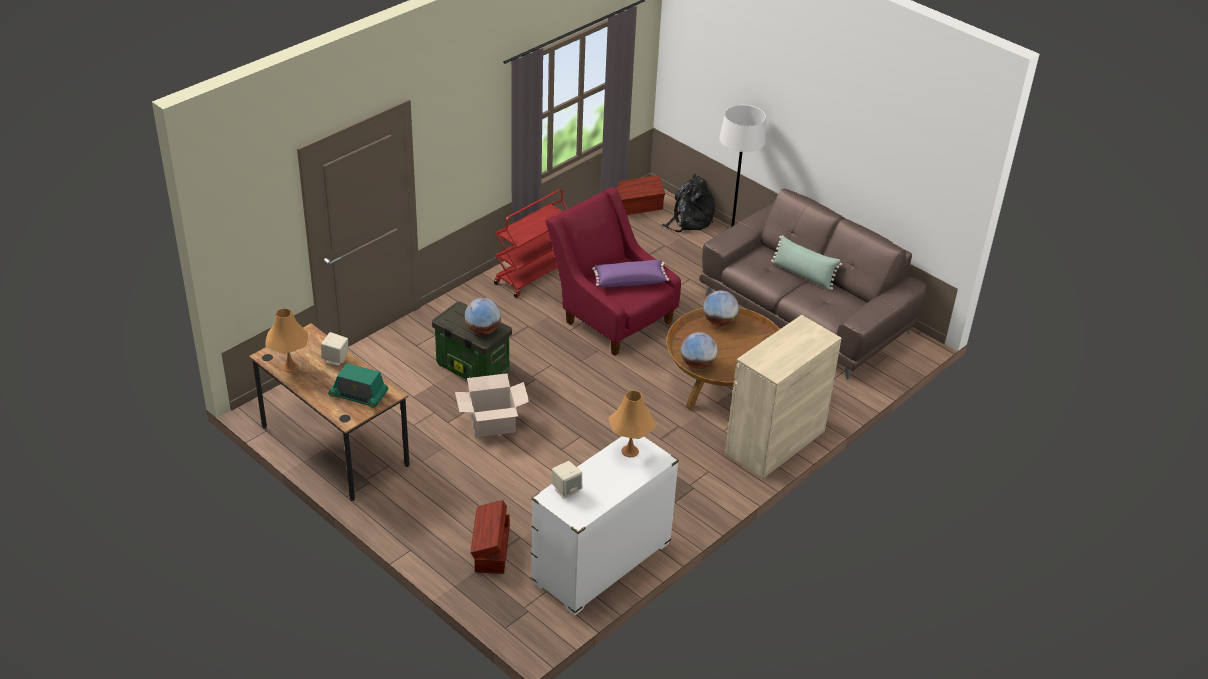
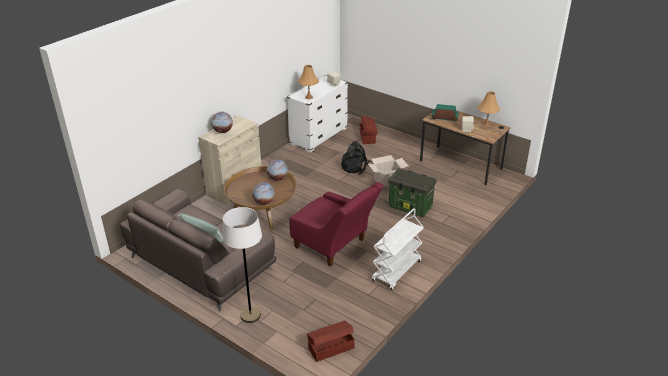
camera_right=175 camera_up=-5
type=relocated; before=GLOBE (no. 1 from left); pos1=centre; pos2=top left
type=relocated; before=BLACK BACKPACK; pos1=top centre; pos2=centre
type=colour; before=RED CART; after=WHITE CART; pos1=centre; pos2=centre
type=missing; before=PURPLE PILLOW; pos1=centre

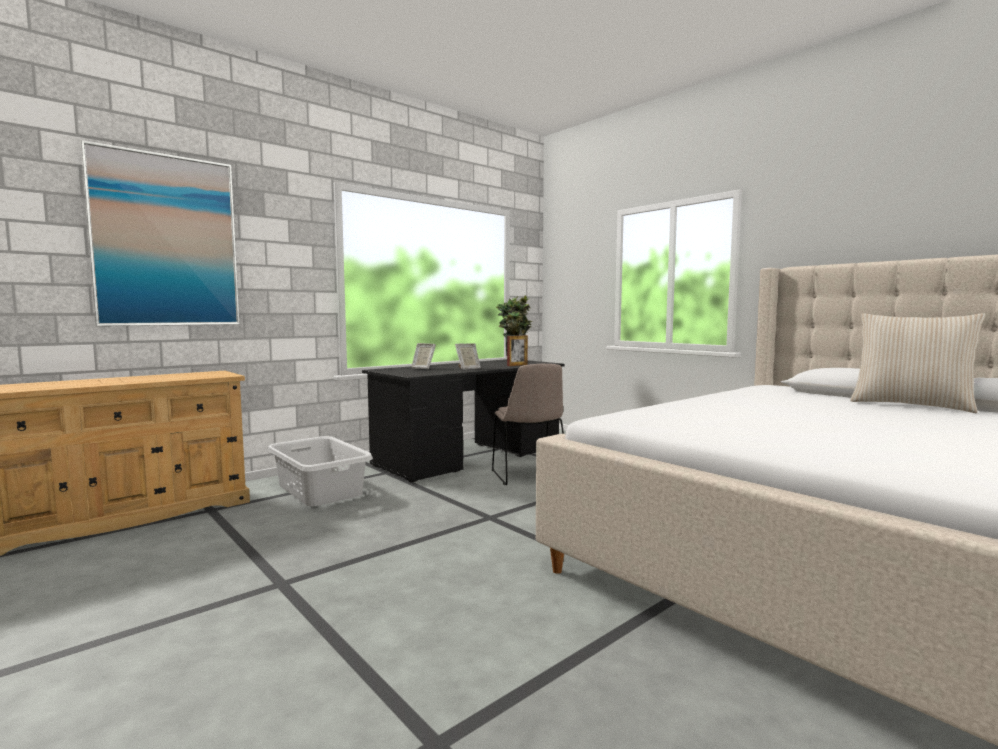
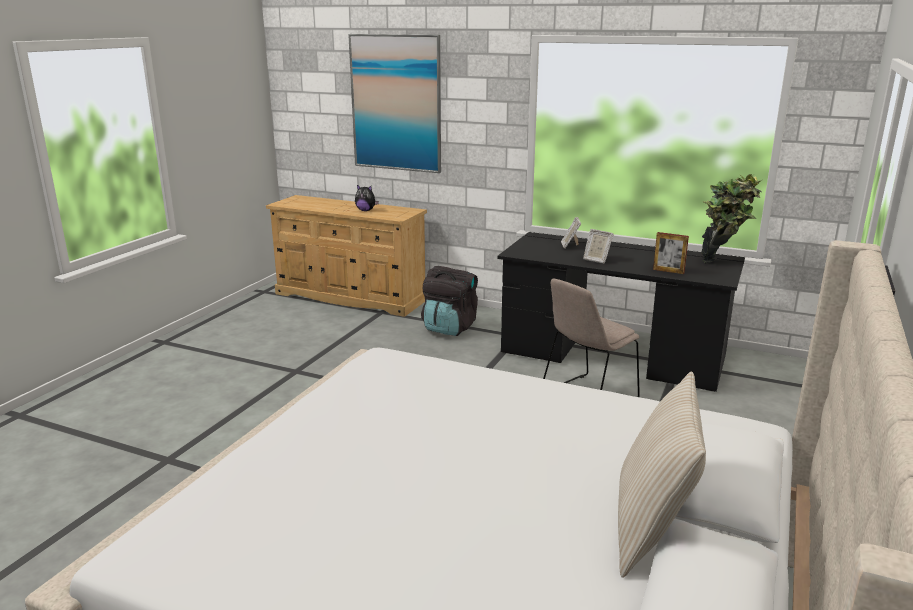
camera_right=65 camera_up=15
type=appeared; after=PLUSH TOY; pos2=top centre
type=exchanged; before=GREY LAUNDRY BASKET; after=BLACK BACKPACK; pos1=middle left; pos2=centre

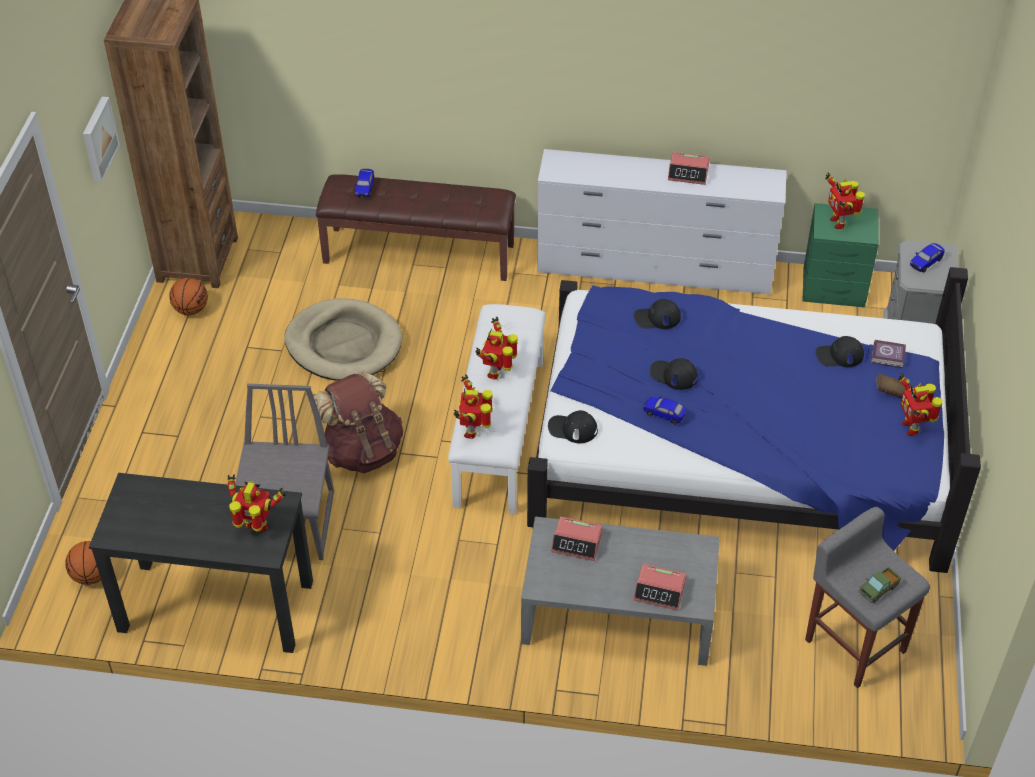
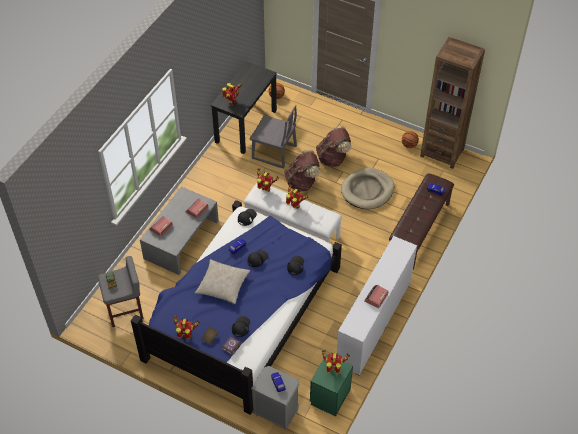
camera_right=110 camera_up=5
type=appeared; after=BEIGE PILLOW; pos2=centre
type=appeared; after=BROWN BACKPACK (no. 2 from left); pos2=centre
type=missing; before=PICTURE; pos1=top left

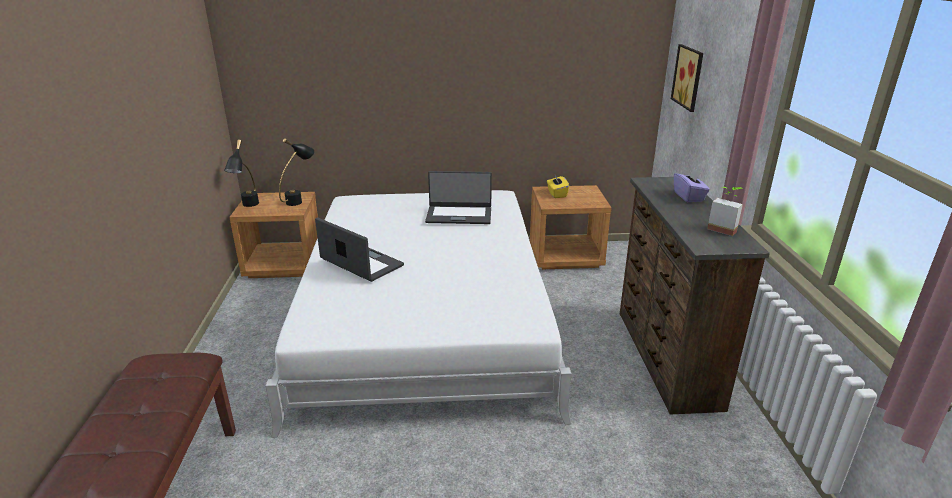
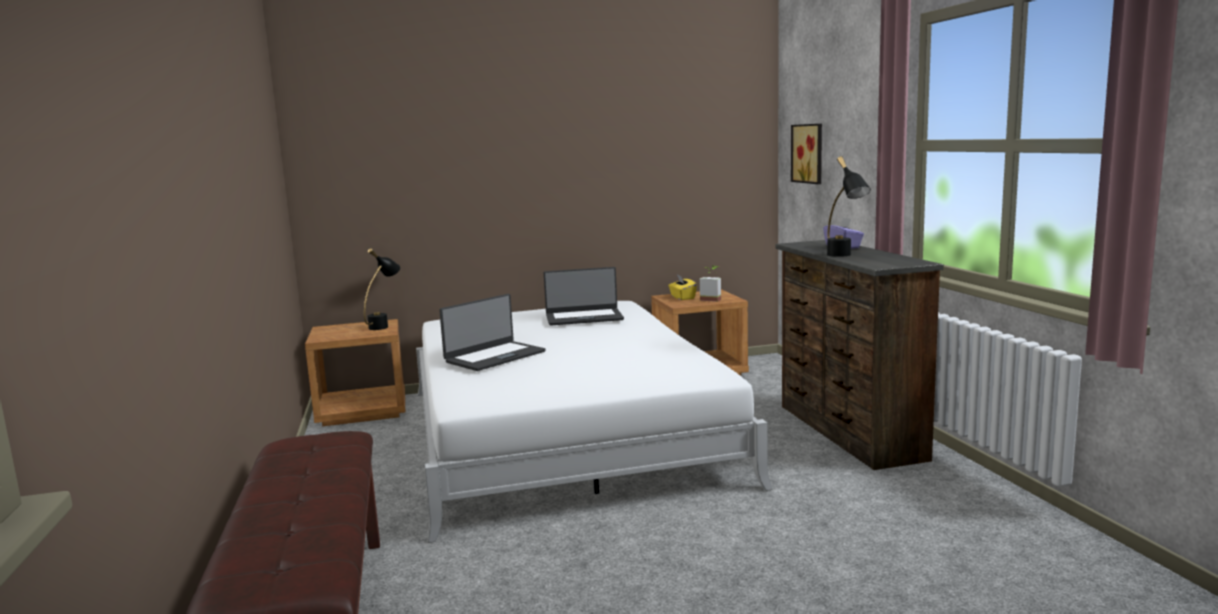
camera_right=-10 camera_up=-15
type=spun; before=LAPTOP (no. 1 from left); pos1=centre; pos2=centre; turn=105
type=relocated; before=POTTED PLANT; pos1=middle right; pos2=centre
type=relocated; before=BLACK TABLE LAMP (no. 1 from left in the first image); after=BLACK TABLE LAMP (no. 2 from left); pos1=middle left; pos2=middle right

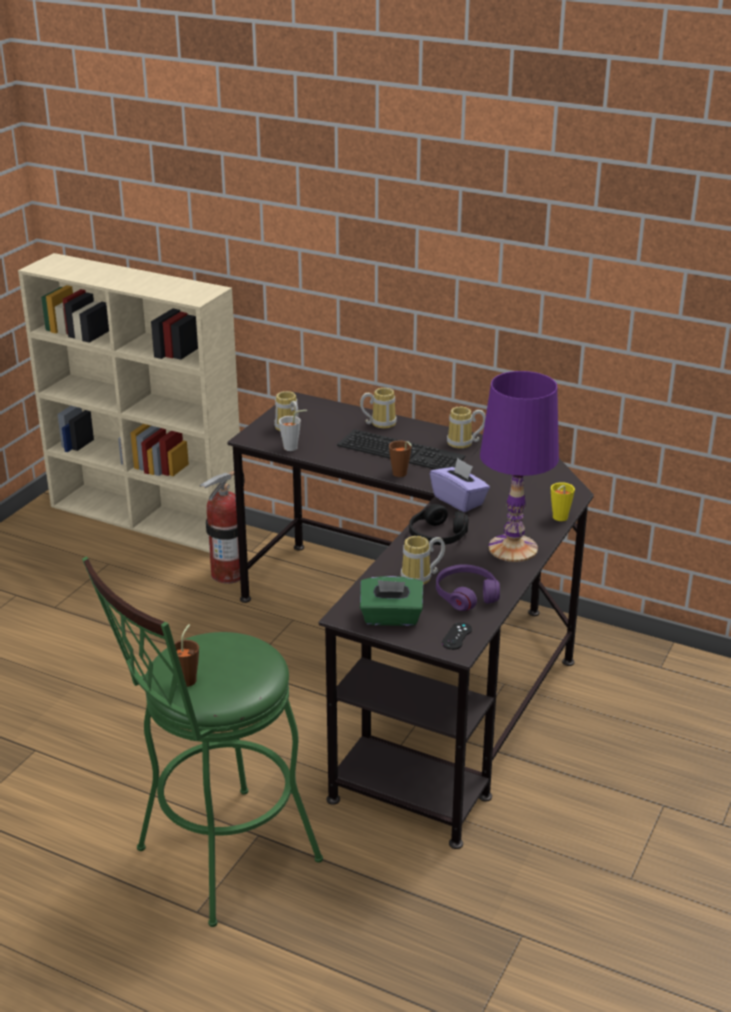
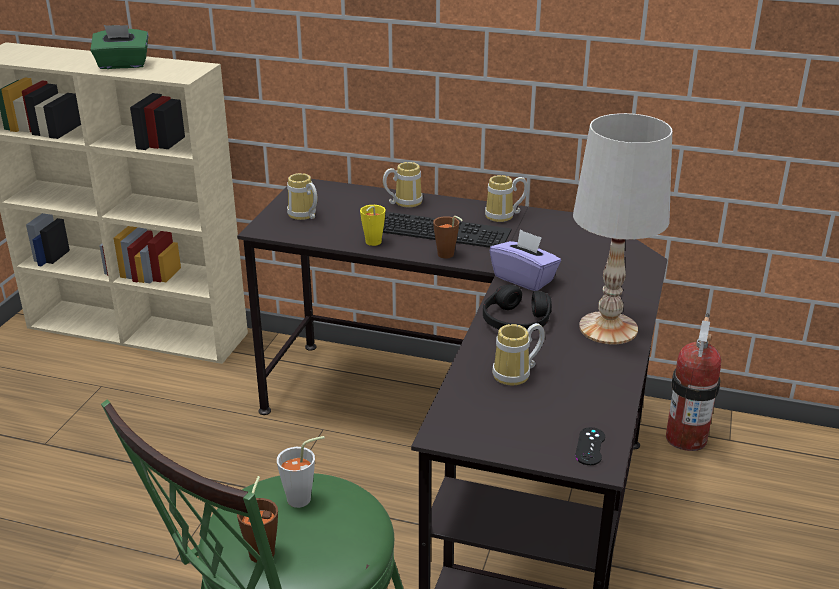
camera_right=-10 camera_up=0
type=relocated; before=GREEN TISSUE BOX; pos1=centre; pos2=top left
type=relocated; before=GREY CUP; pos1=centre; pos2=bottom centre
type=relocated; before=YELLOW CUP; pos1=middle right; pos2=centre
type=colour; before=PURPLE TABLE LAMP; after=WHITE TABLE LAMP; pos1=middle right; pos2=middle right
type=relocated; before=FIRE EXTINGUISHER; pos1=middle left; pos2=middle right
type=missing; before=PURPLE HEADPHONES; pos1=centre

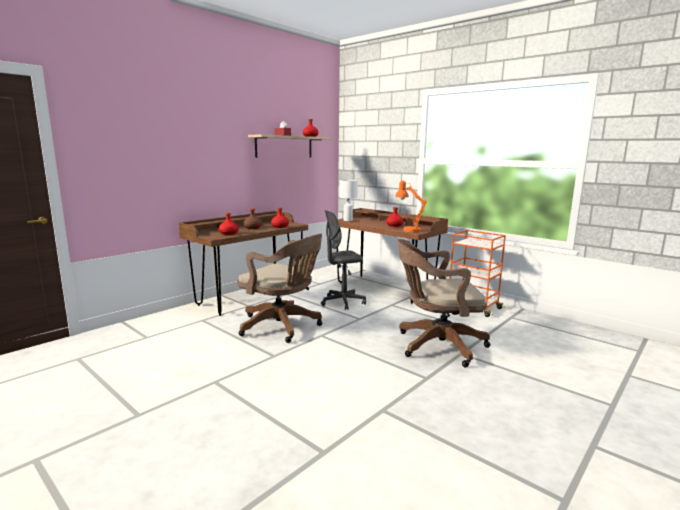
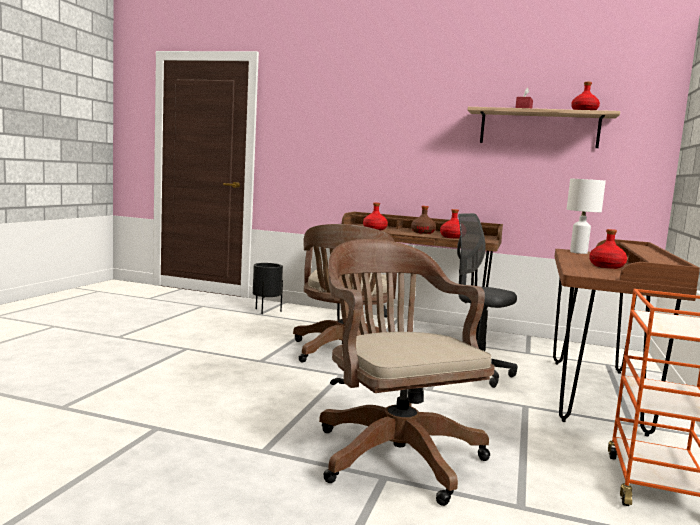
camera_right=65 camera_up=-5
type=appeared; after=BLACK PLANTER; pos2=centre
type=missing; before=ORANGE TABLE LAMP; pos1=centre

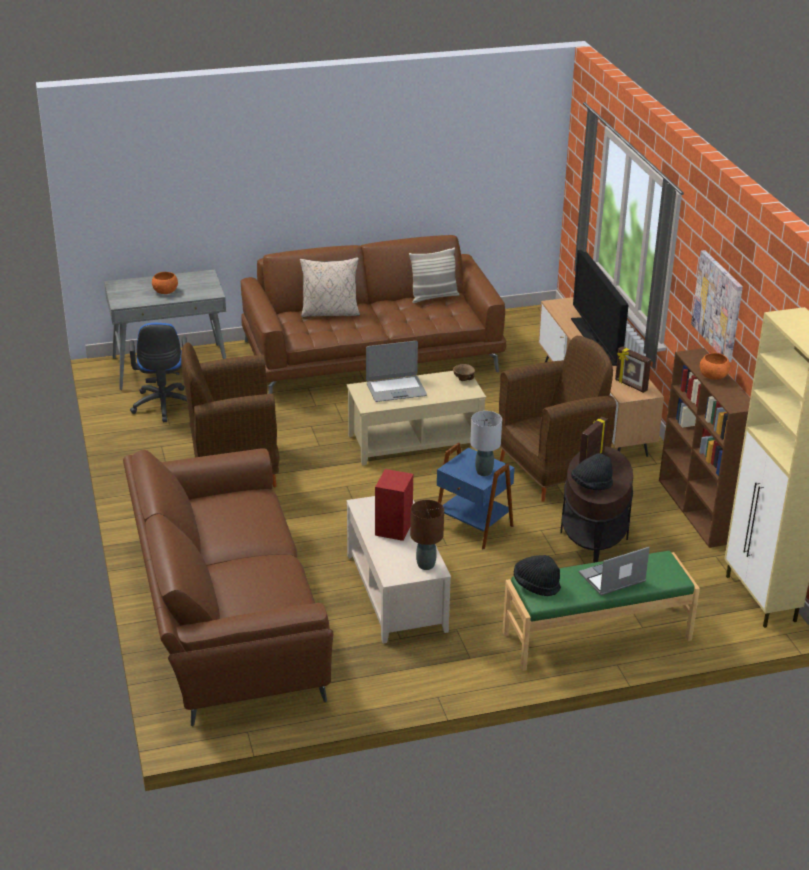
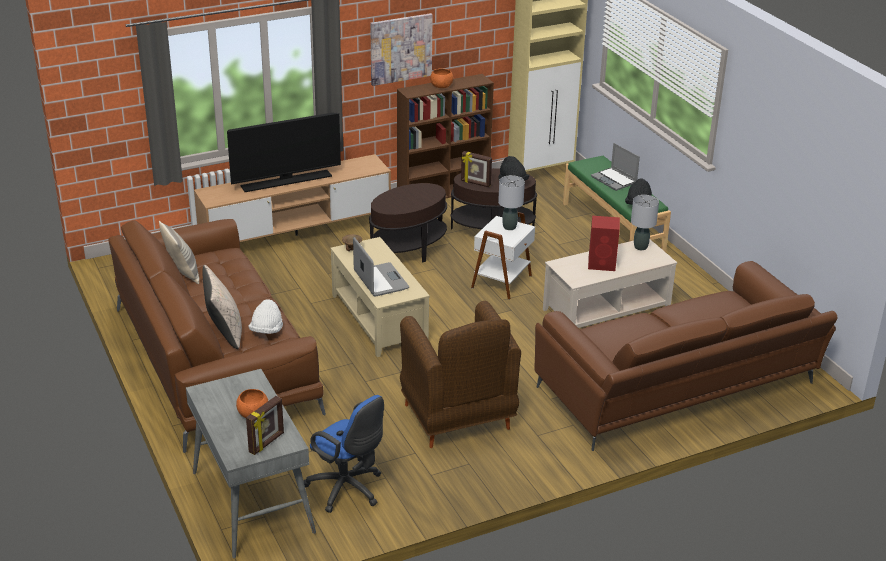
camera_right=-100 camera_up=0
type=relocated; before=PICTURE FRAME (no. 2 from left in the first image); after=PICTURE FRAME (no. 1 from left); pos1=middle right; pos2=bottom left
type=appeared; after=WHITE HAT; pos2=middle left
type=spun; before=BLUE OFFICE CHAIR; pos1=middle left; pos2=bottom centre; turn=60
type=exchanged; before=BROWN ARMCHAIR (no. 2 from left); after=BROWN SIDE TABLE (no. 1 from left); pos1=middle right; pos2=centre
type=colour; before=BLUE SIDE TABLE; after=WHITE SIDE TABLE; pos1=centre; pos2=centre
type=colour; before=BROWN TABLE LAMP; after=GREY TABLE LAMP (no. 2 from left); pos1=centre; pos2=middle right

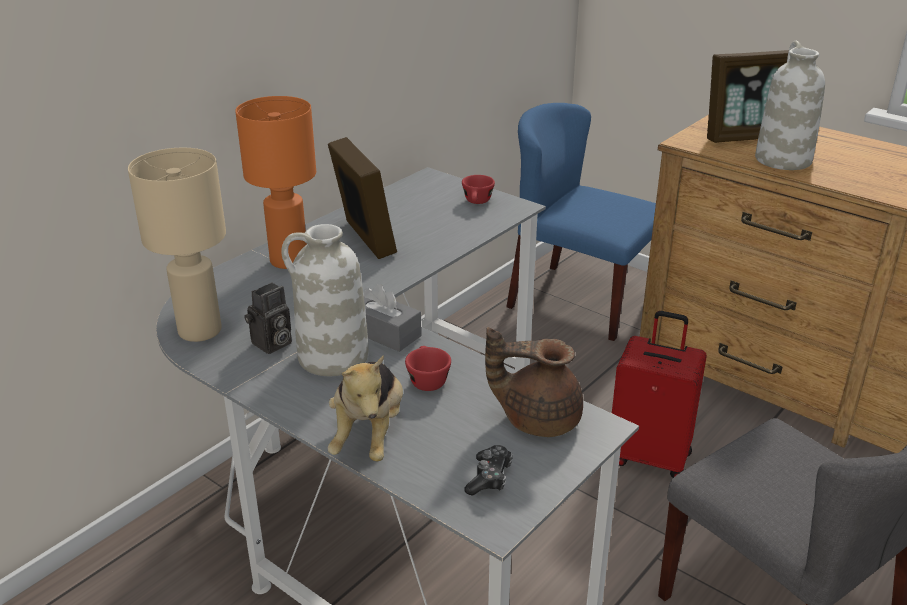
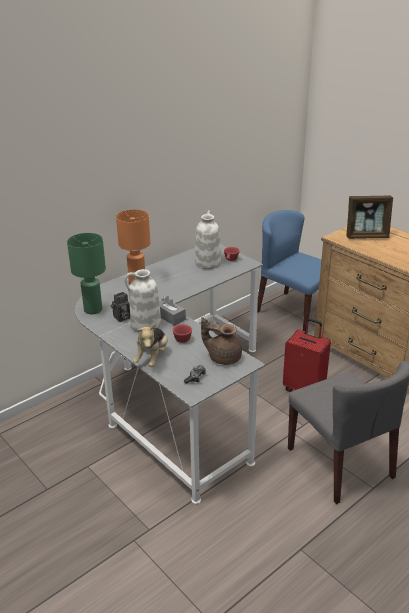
camera_right=10 camera_up=0
type=colour; before=BEIGE TABLE LAMP; after=GREEN TABLE LAMP; pos1=middle left; pos2=middle left
type=relocated; before=WHITE VASE (no. 2 from left); pos1=top right; pos2=centre
type=missing; before=PICTURE FRAME (no. 1 from left); pos1=top centre

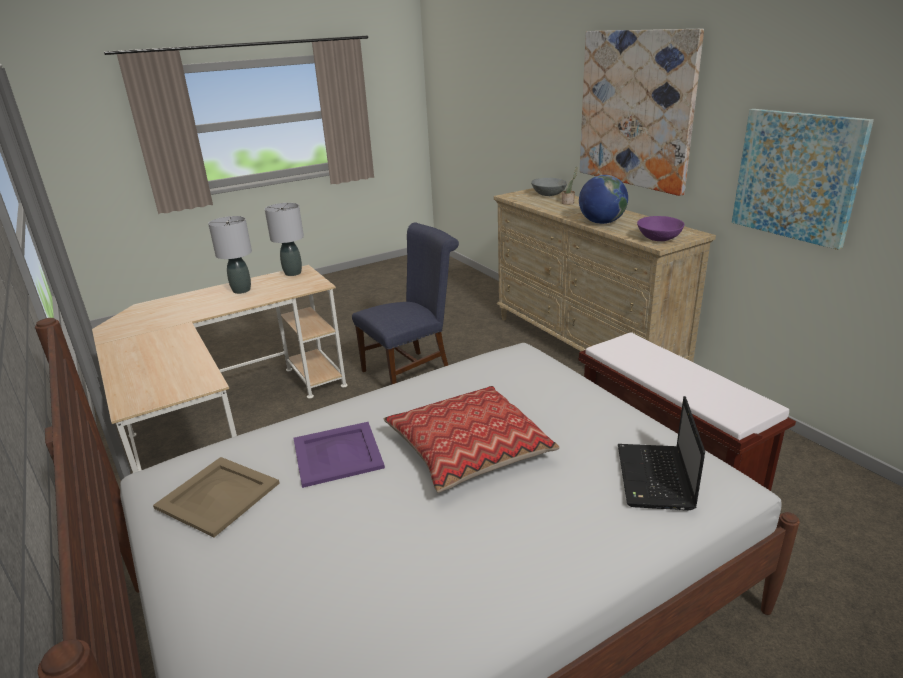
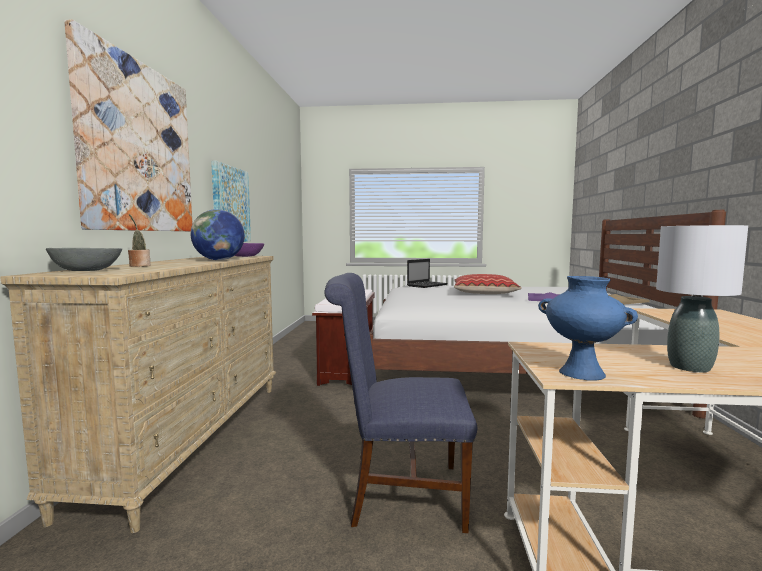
camera_right=-145 camera_up=-20
type=exchanged; before=GREY TABLE LAMP (no. 2 from left); after=BLUE VASE; pos1=middle left; pos2=middle right

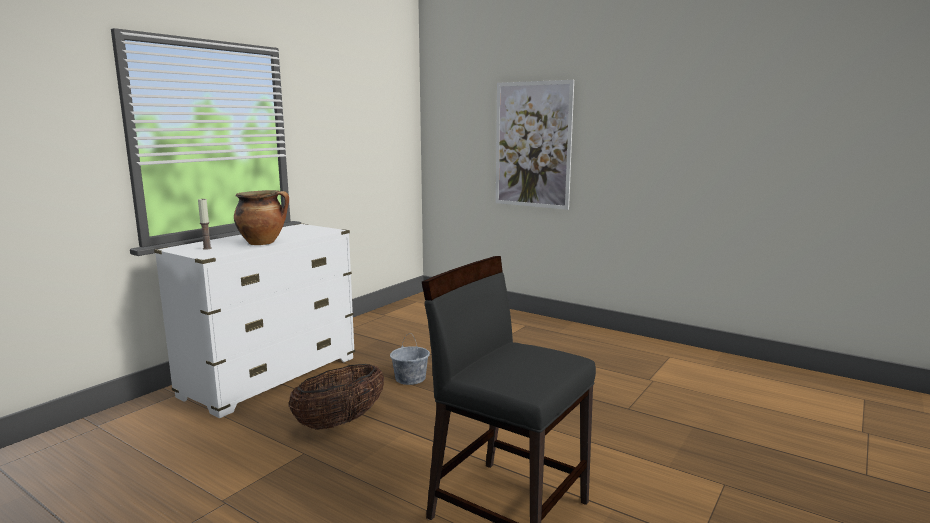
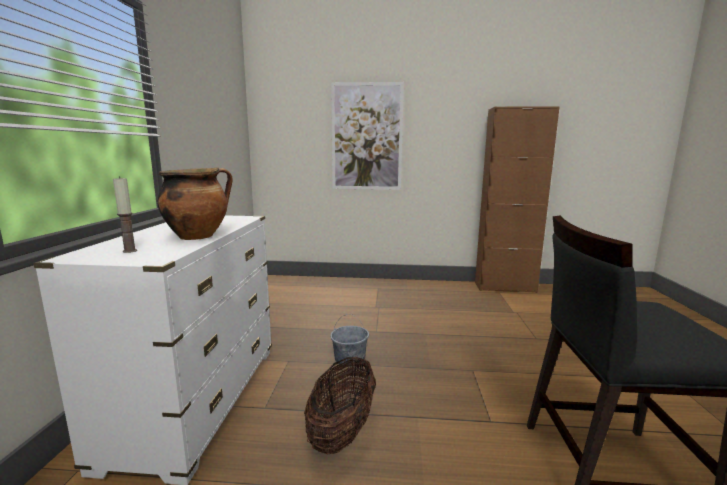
camera_right=-30 camera_up=0
type=appeared; after=BROWN CABINET; pos2=middle right

